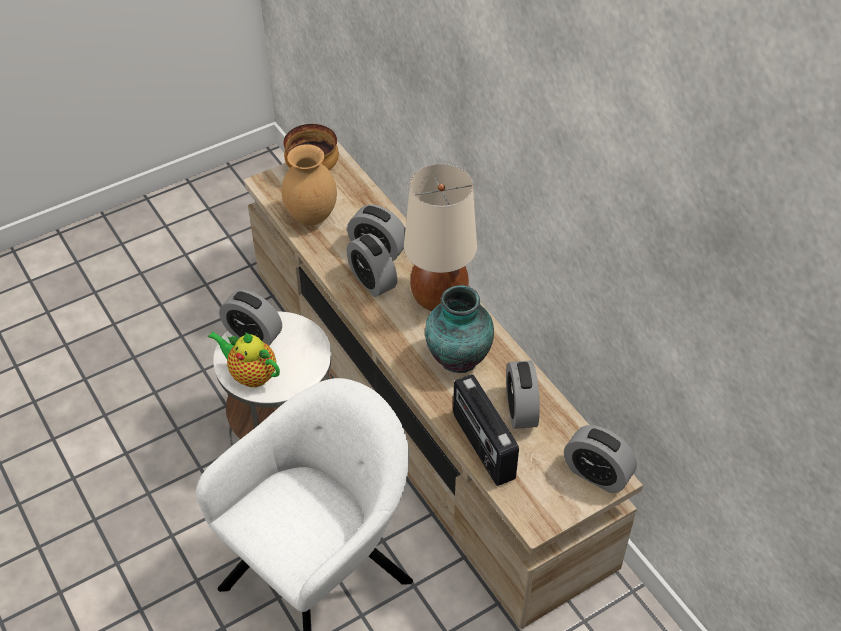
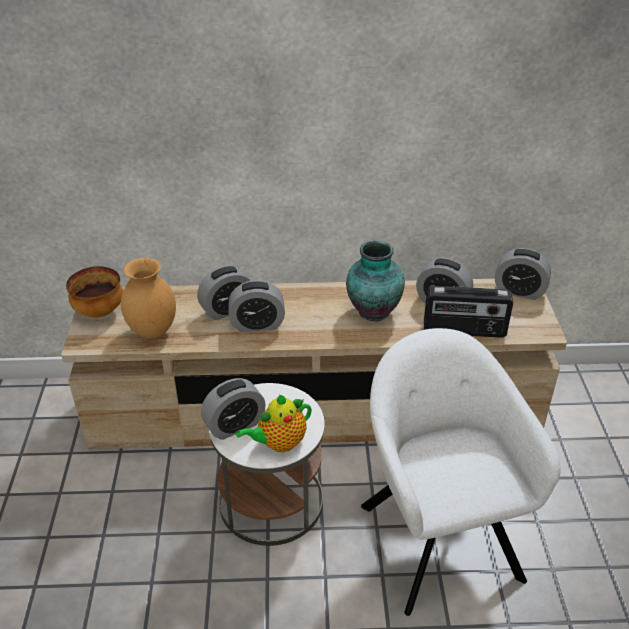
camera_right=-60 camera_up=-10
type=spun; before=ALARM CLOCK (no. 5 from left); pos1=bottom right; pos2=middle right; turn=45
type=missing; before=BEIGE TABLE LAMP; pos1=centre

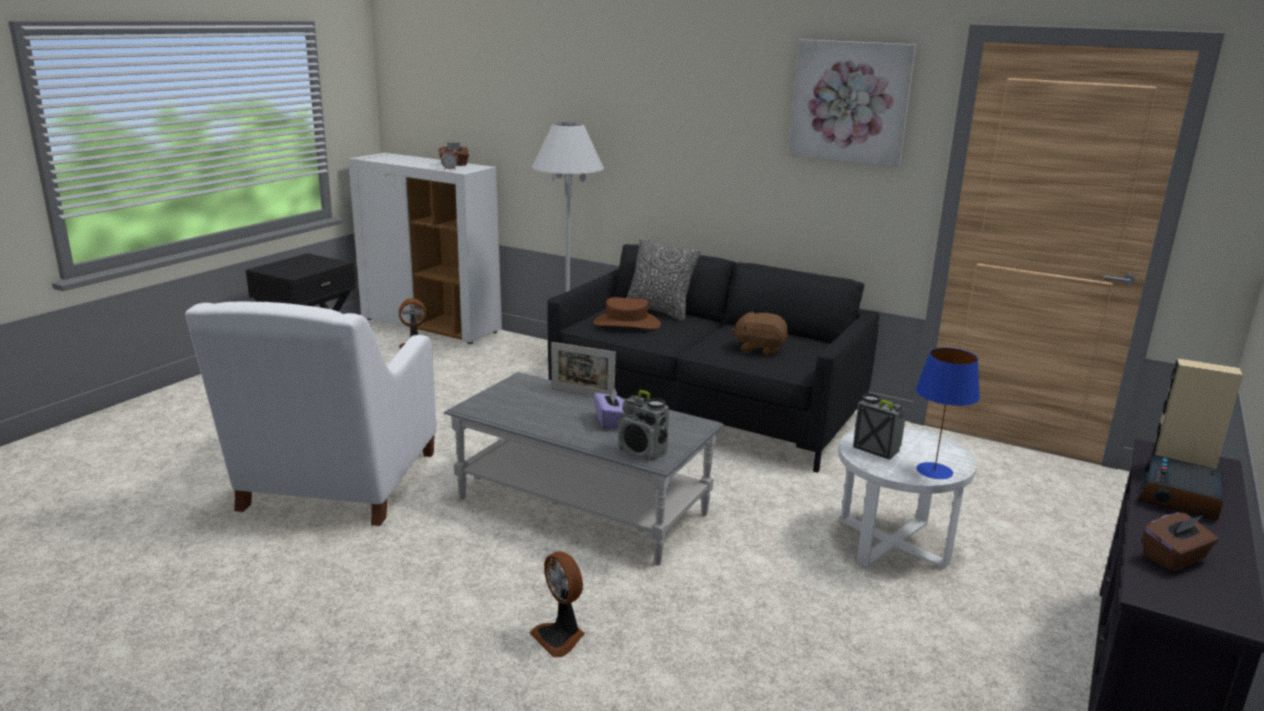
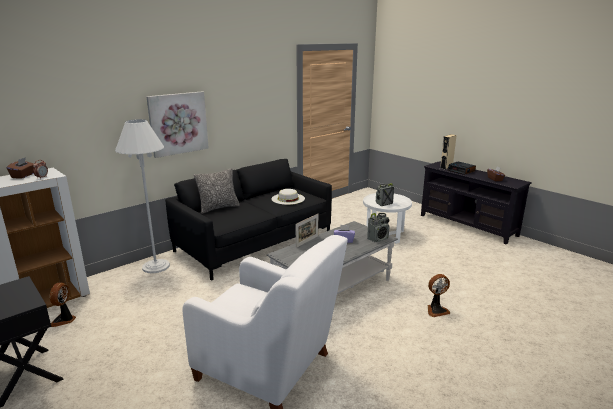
camera_right=-70 camera_up=0
type=relocated; before=PICTURE; pos1=top right; pos2=top left
type=exchanged; before=BROWN PLUSH TOY; after=WHITE HAT; pos1=centre; pos2=centre
type=missing; before=BROWN HAT; pos1=centre
type=missing; before=BLUE TABLE LAMP; pos1=middle right

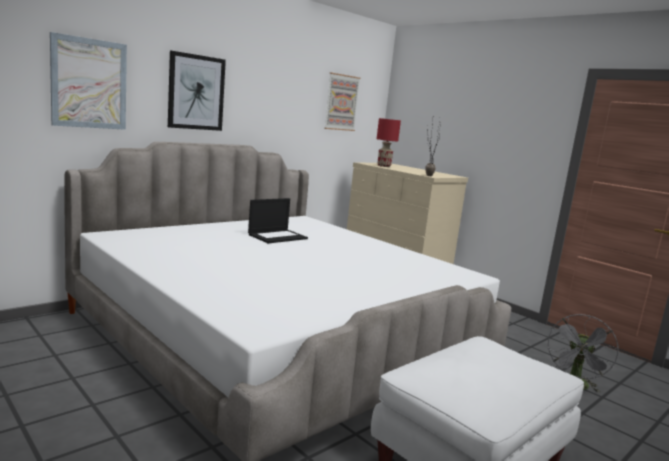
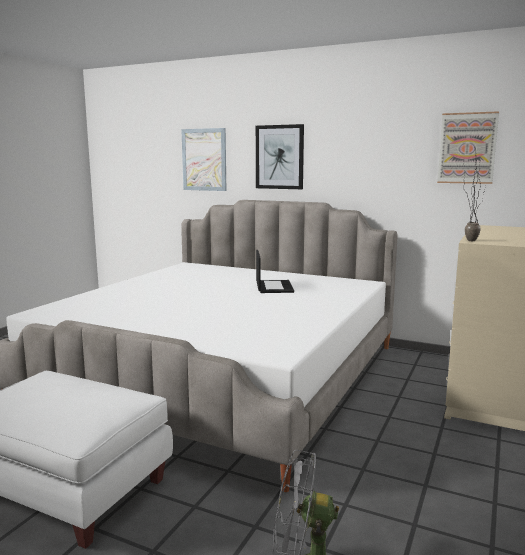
camera_right=70 camera_up=0
type=spun; before=LAPTOP; pos1=centre; pos2=centre; turn=-120
type=missing; before=RED TABLE LAMP; pos1=top centre

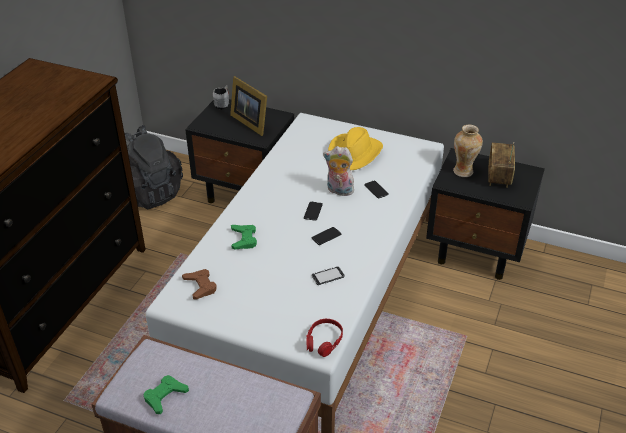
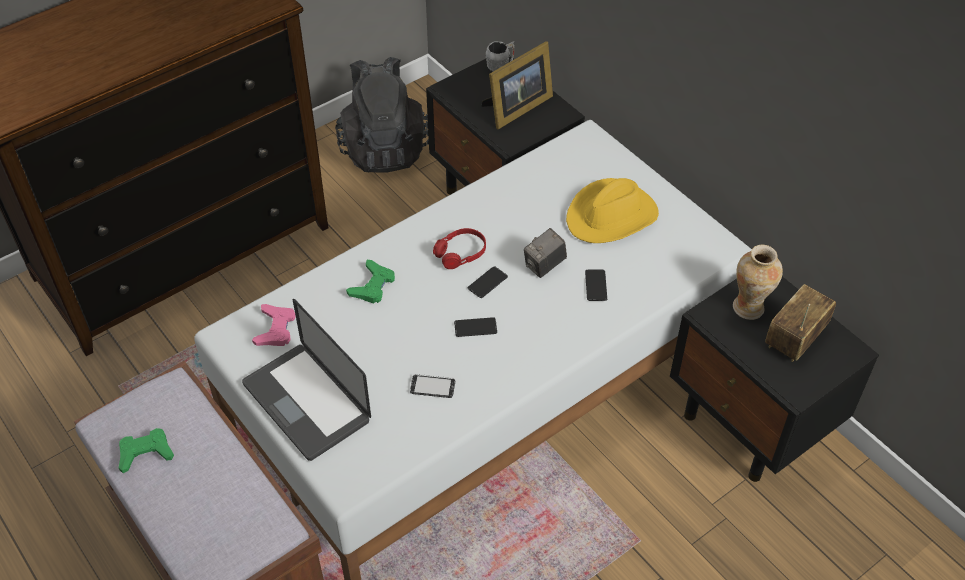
camera_right=30 camera_up=10
type=appeared; after=LAPTOP; pos2=middle left
type=colour; before=BROWN GAME CONTROLLER; after=PINK GAME CONTROLLER; pos1=middle left; pos2=middle left
type=relocated; before=RED HEADPHONES; pos1=bottom centre; pos2=centre
type=spun; before=PICTURE FRAME; pos1=top centre; pos2=top centre; turn=-120
type=exchanged; before=PLUSH TOY; after=PHOTO CAMERA; pos1=centre; pos2=centre

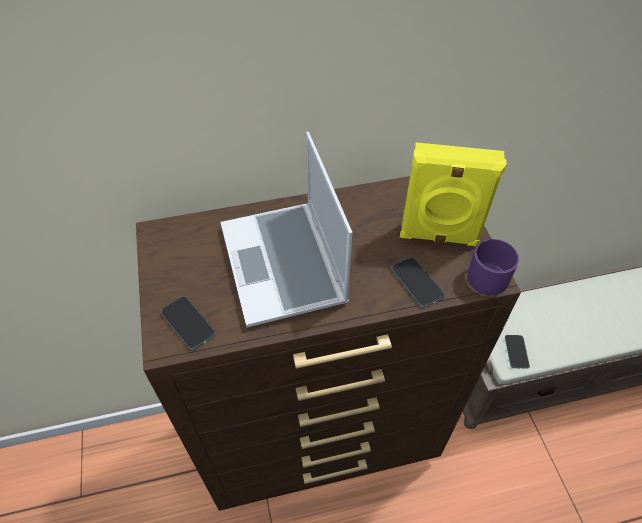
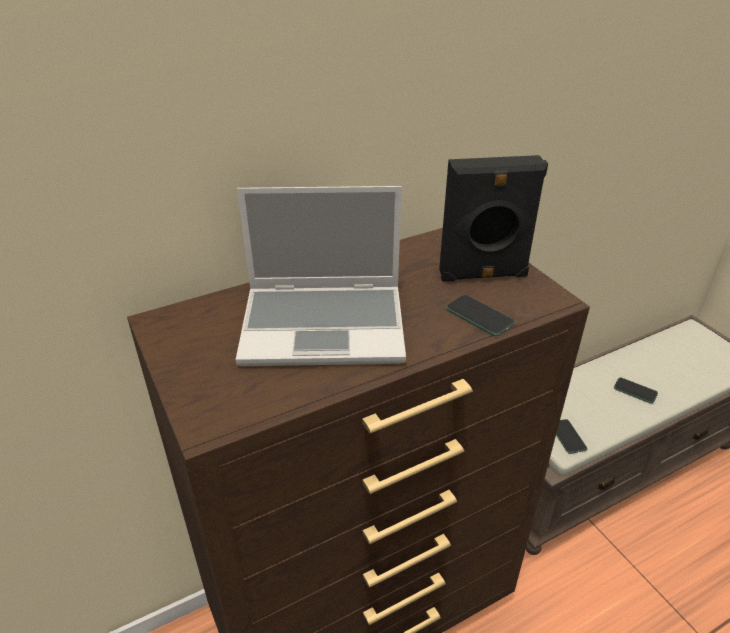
camera_right=-15 camera_up=-15
type=spun; before=LAPTOP; pos1=centre; pos2=centre; turn=-60
type=colour; before=YELLOW SPEAKER; after=BLACK SPEAKER; pos1=middle right; pos2=middle right
type=relocated; before=PHONE (no. 1 from left in the first image); after=PHONE (no. 3 from left); pos1=middle left; pos2=middle right
type=missing; before=PURPLE MUG; pos1=middle right

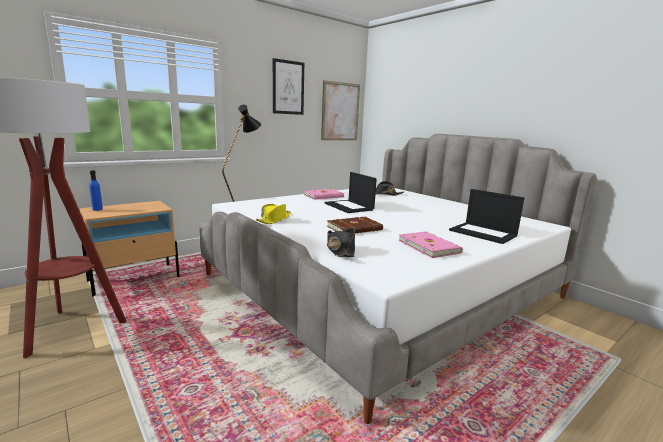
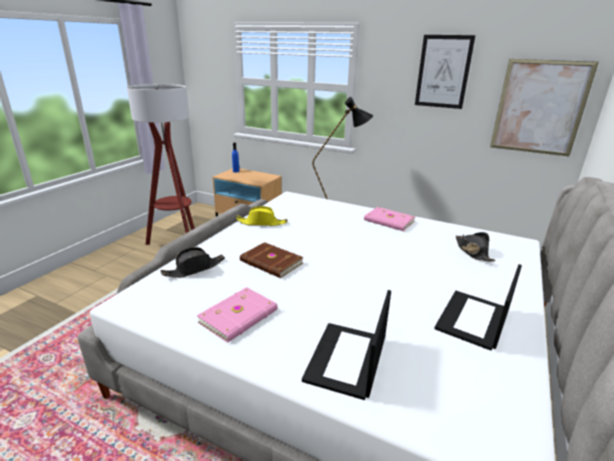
camera_right=65 camera_up=10
type=relocated; before=LAPTOP (no. 1 from left in the first image); after=LAPTOP (no. 2 from left); pos1=centre; pos2=middle right

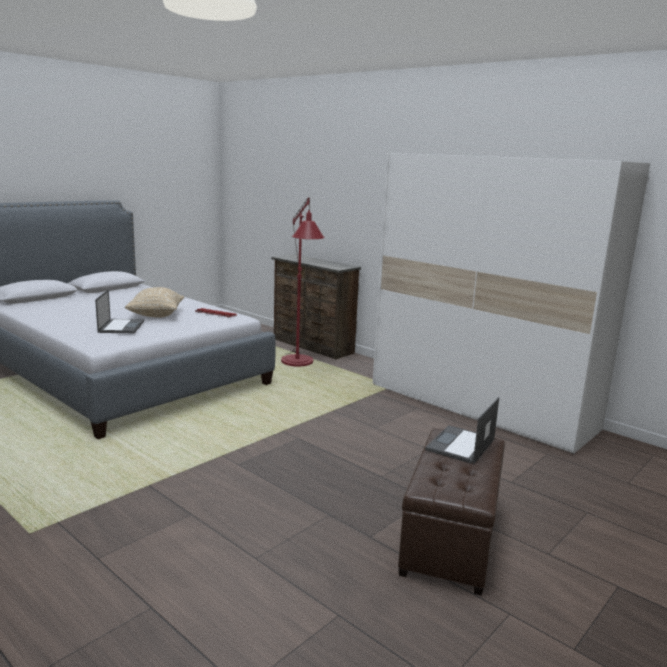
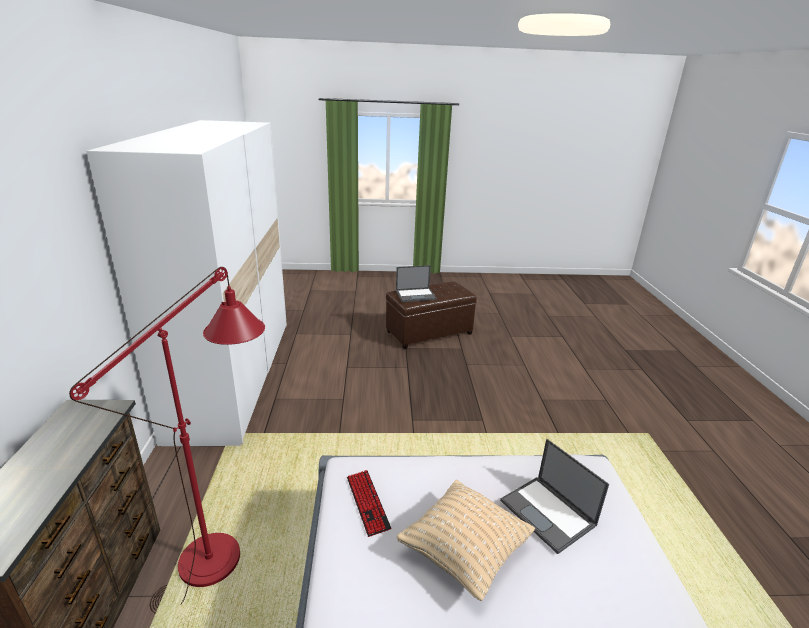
camera_right=-135 camera_up=10
type=spun; before=LAPTOP (no. 1 from left in the first image); pos1=middle left; pos2=bottom right; turn=-75

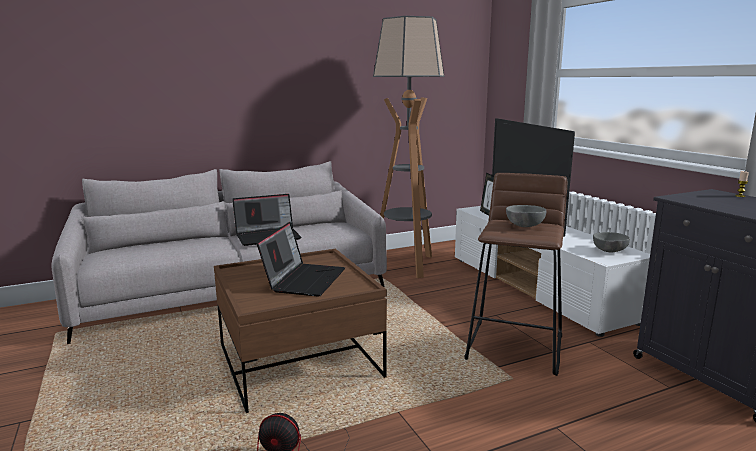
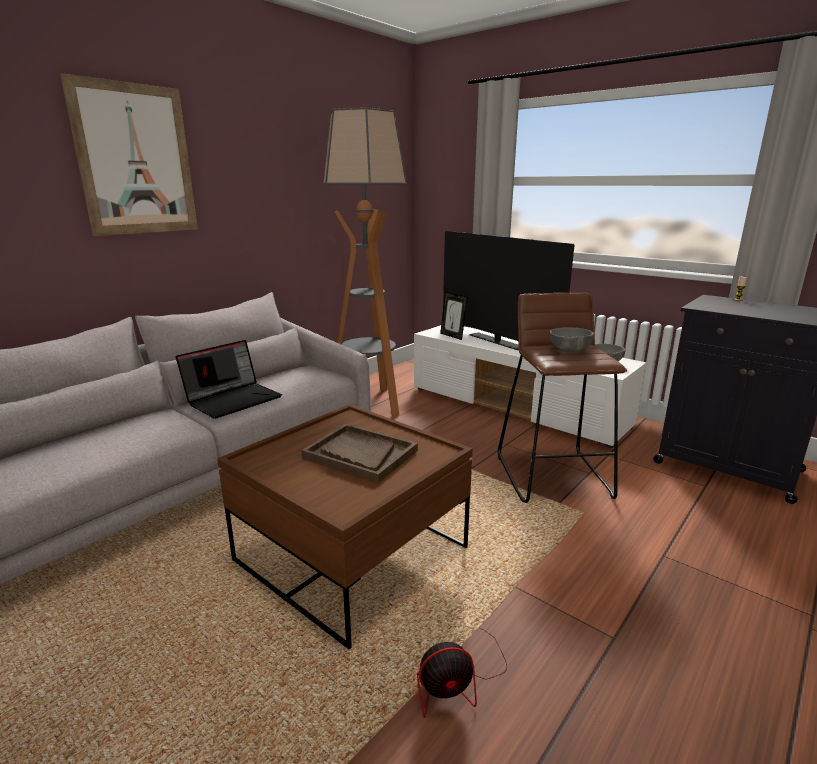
camera_right=-25 camera_up=5
type=appeared; after=PICTURE; pos2=top left
type=exchanged; before=LAPTOP (no. 2 from left); after=BROWN TRAY; pos1=centre; pos2=centre

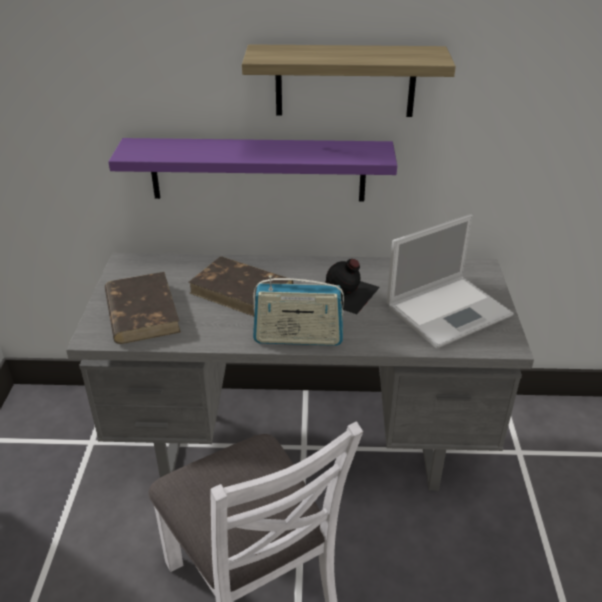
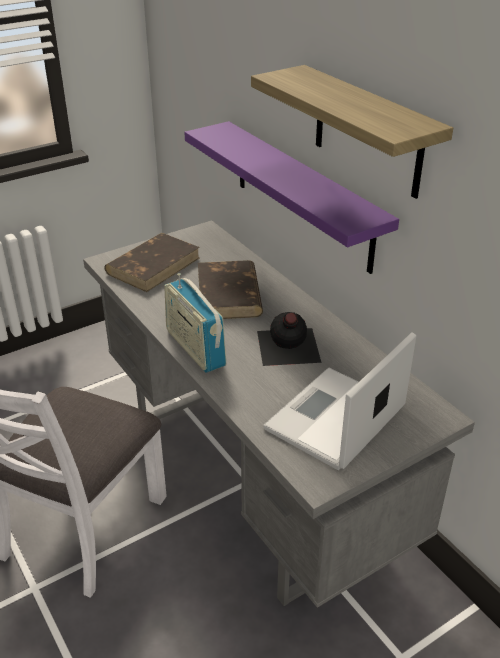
camera_right=55 camera_up=0
type=spun; before=LAPTOP; pos1=middle right; pos2=middle right; turn=105

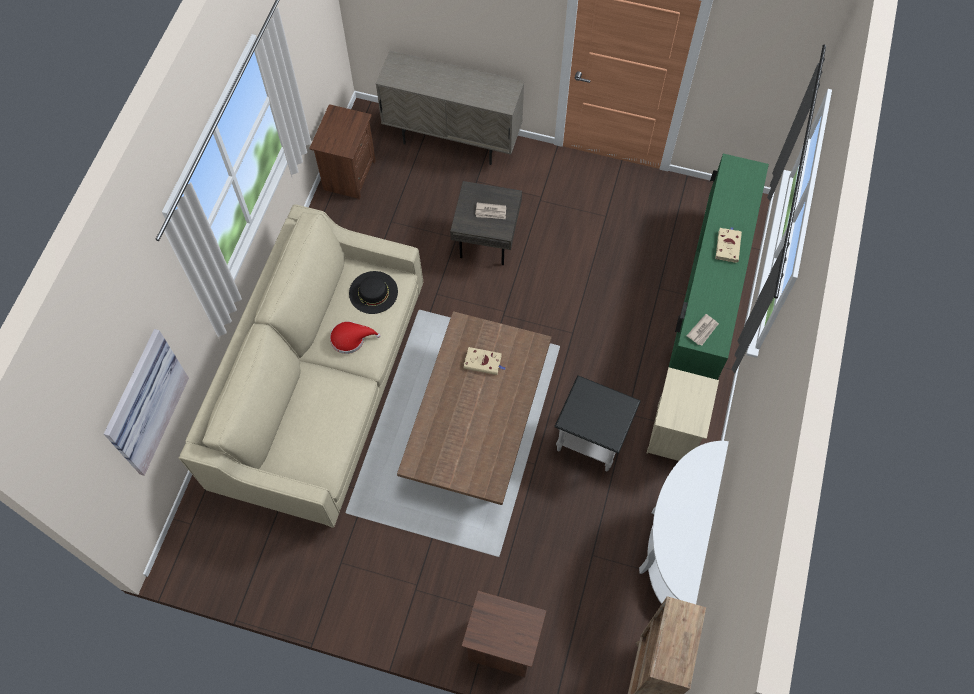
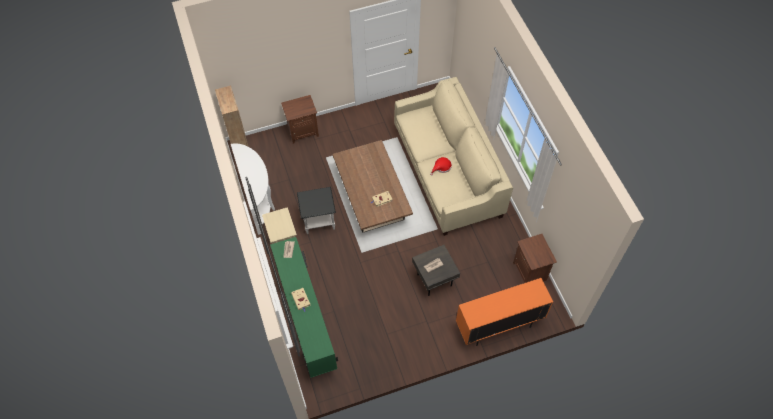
camera_right=145 camera_up=-5
type=colour; before=BEIGE CABINET; after=ORANGE CABINET; pos1=top centre; pos2=bottom centre
type=missing; before=PICTURE; pos1=middle left
type=missing; before=BLACK HAT; pos1=centre

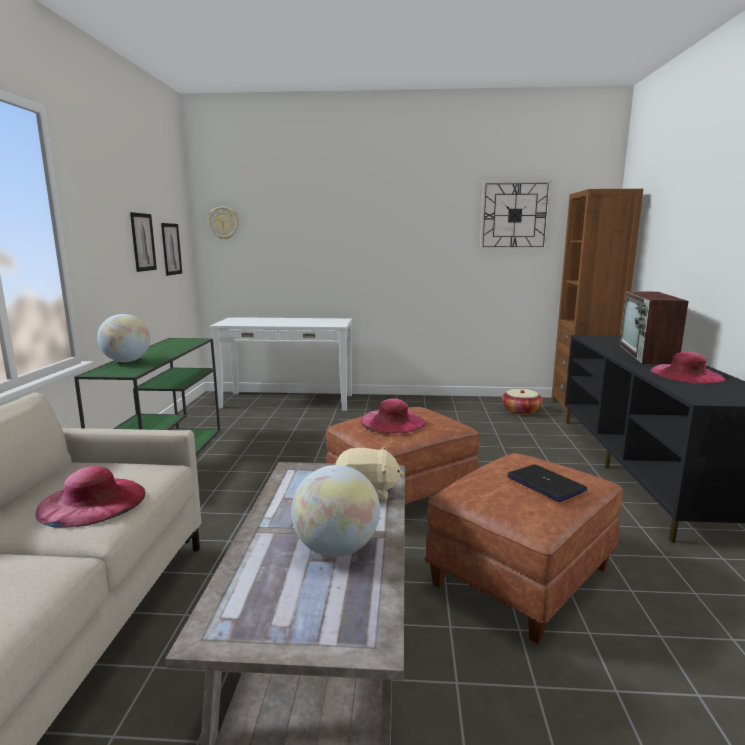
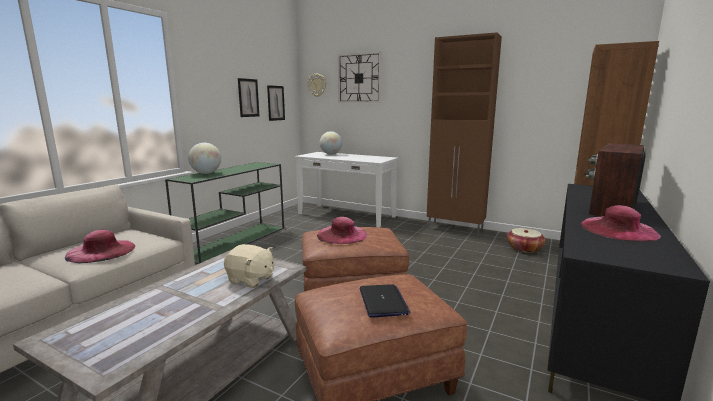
camera_right=25 camera_up=0
type=relocated; before=GLOBE (no. 2 from left); pos1=bottom centre; pos2=centre
type=relocated; before=WALL CLOCK (no. 2 from left); pos1=top right; pos2=top centre
type=appeared; after=BROWN CABINET; pos2=centre

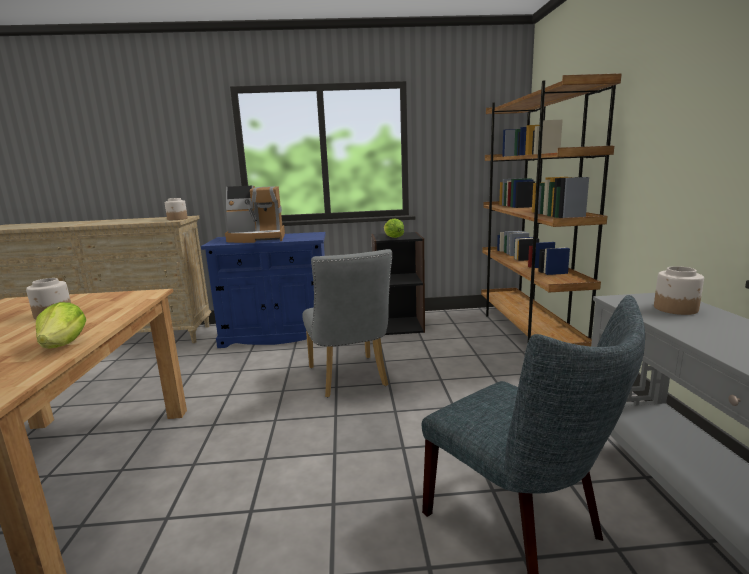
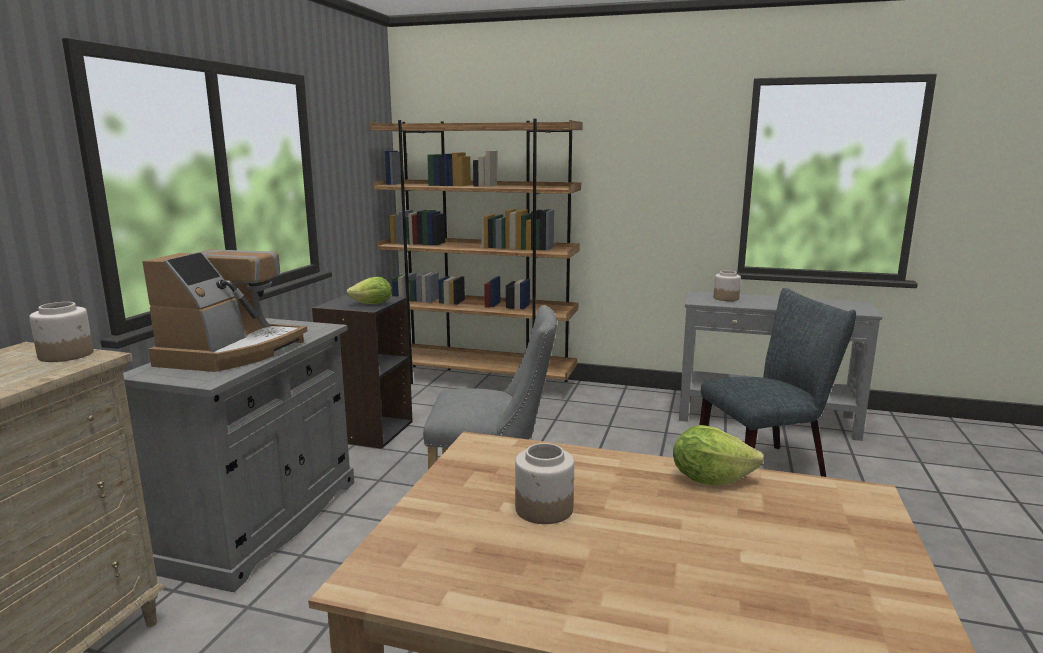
camera_right=-70 camera_up=0
type=colour; before=BLUE CABINET; after=GREY CABINET; pos1=centre; pos2=bottom left

